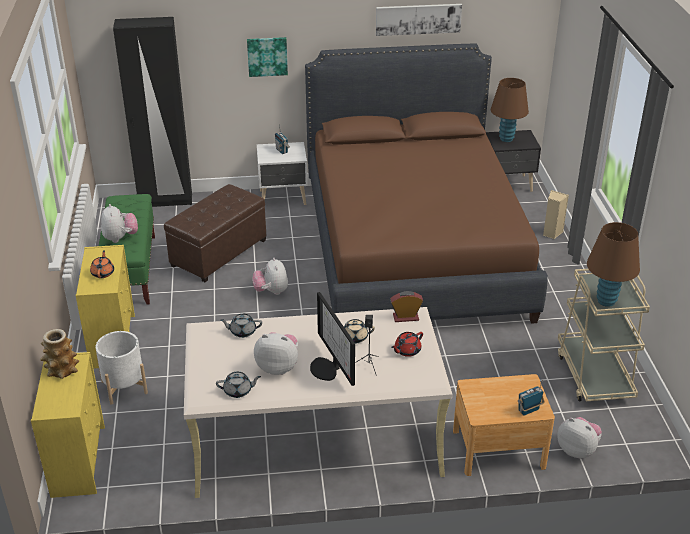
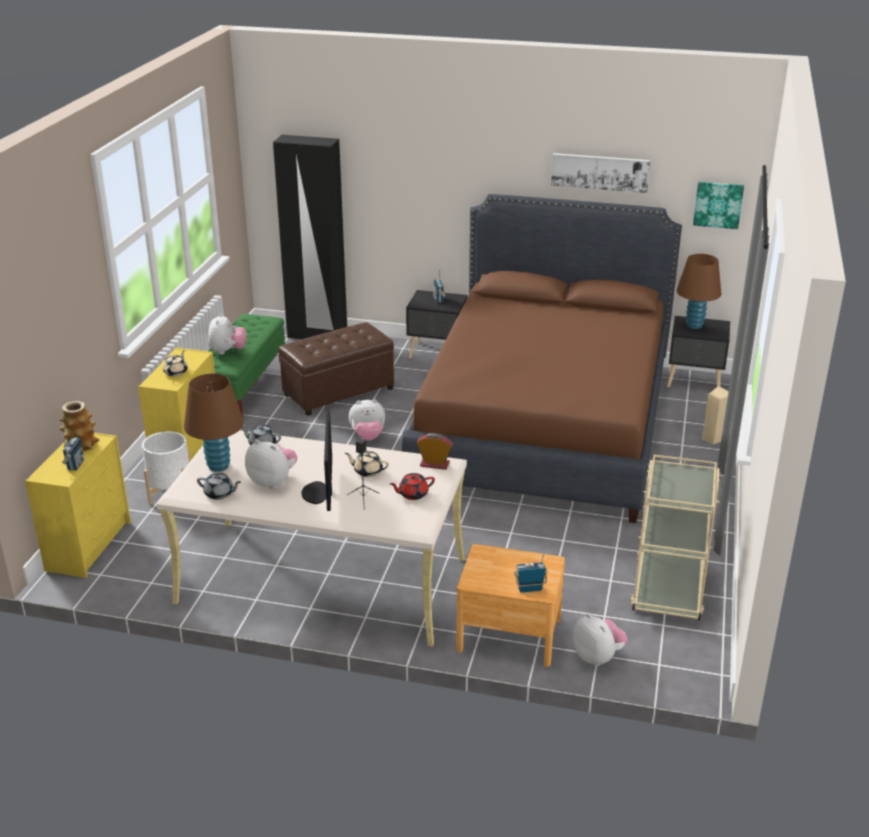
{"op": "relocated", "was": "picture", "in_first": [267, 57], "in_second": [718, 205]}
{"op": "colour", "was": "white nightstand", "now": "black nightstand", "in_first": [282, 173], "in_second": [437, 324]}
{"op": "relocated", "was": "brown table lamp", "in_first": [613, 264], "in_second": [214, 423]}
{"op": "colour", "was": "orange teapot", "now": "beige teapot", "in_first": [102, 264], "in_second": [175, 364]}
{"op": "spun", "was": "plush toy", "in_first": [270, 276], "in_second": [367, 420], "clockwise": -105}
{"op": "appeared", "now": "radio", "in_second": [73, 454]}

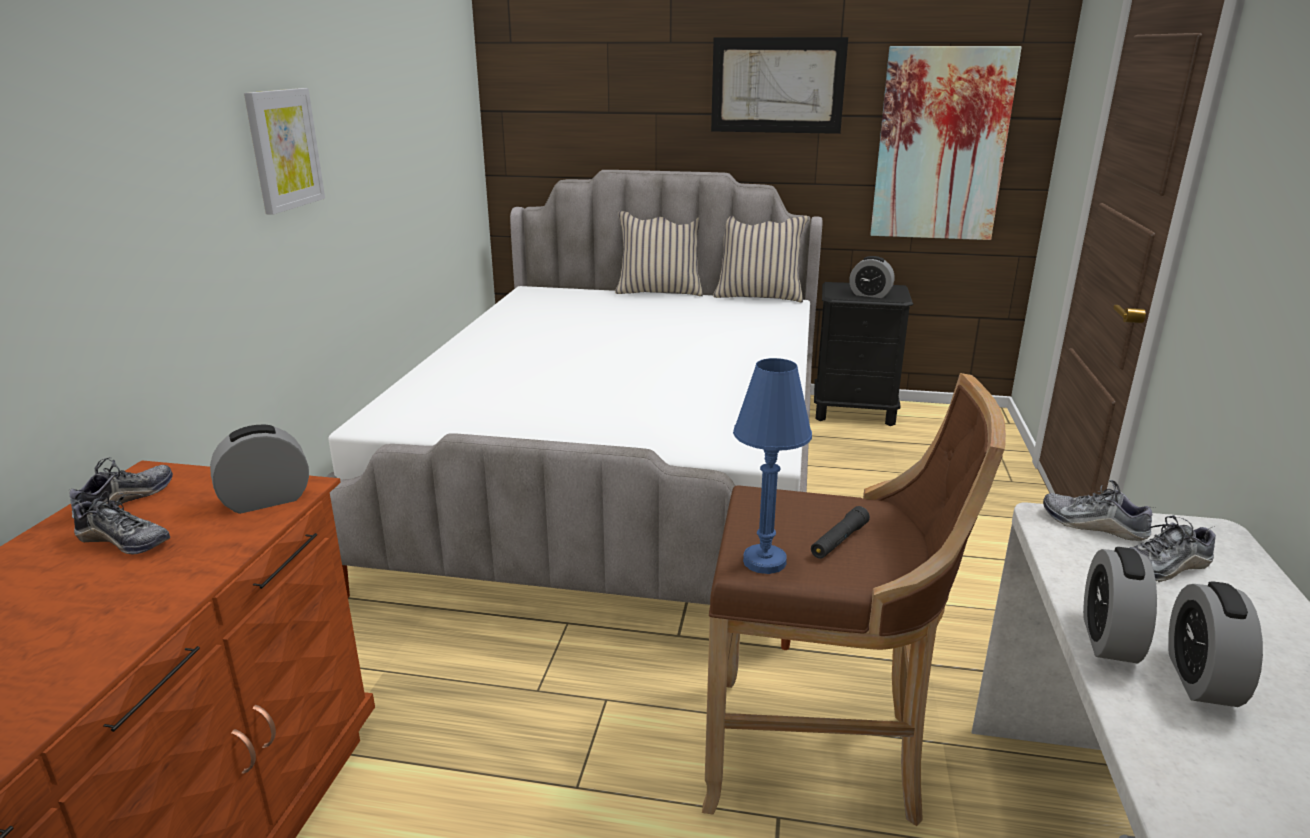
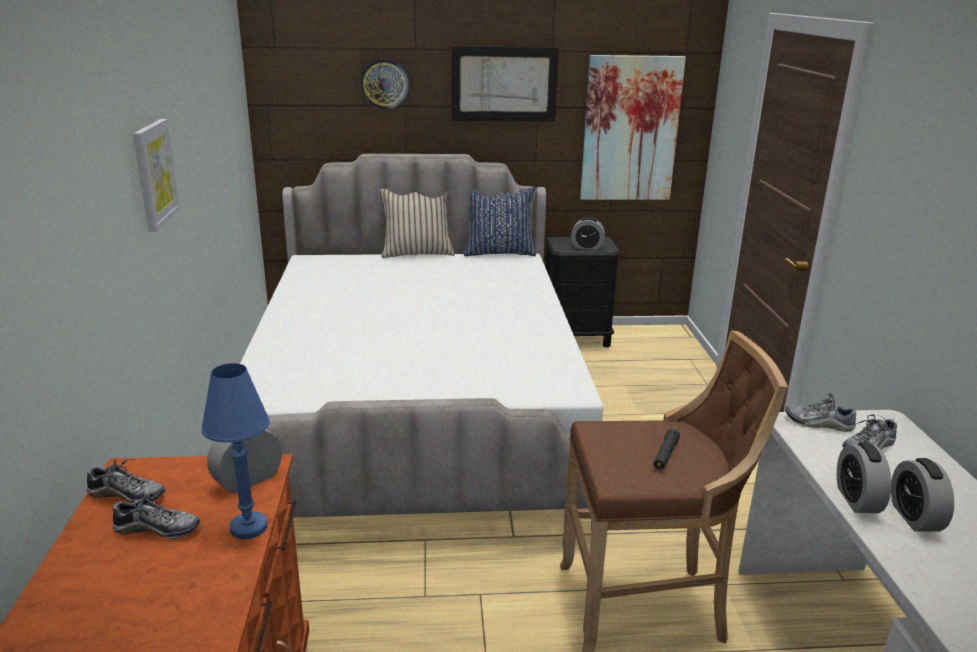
{"op": "colour", "was": "beige pillow", "now": "blue pillow", "in_first": [761, 259], "in_second": [500, 221]}
{"op": "relocated", "was": "blue table lamp", "in_first": [772, 466], "in_second": [235, 451]}
{"op": "spun", "was": "shoe", "in_first": [121, 488], "in_second": [125, 481], "clockwise": 90}
{"op": "appeared", "now": "wall clock", "in_second": [384, 84]}

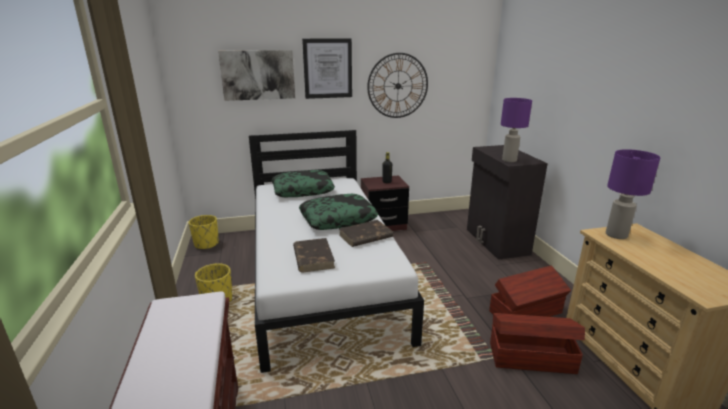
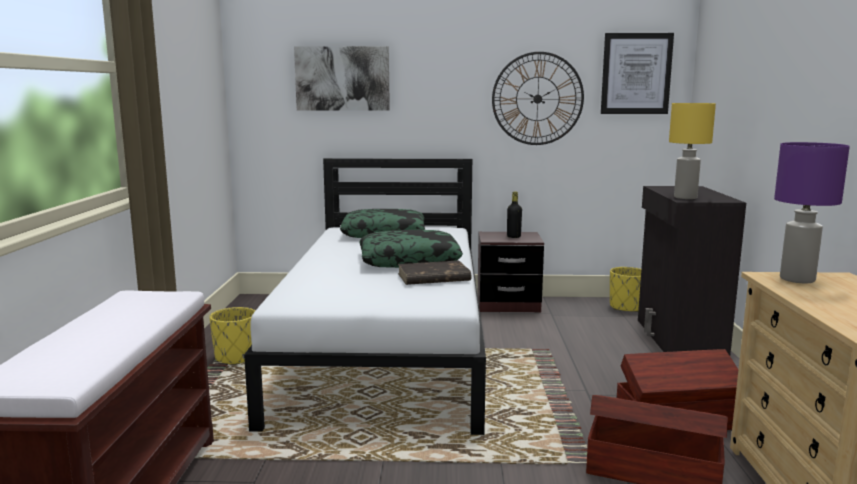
{"op": "relocated", "was": "picture", "in_first": [327, 68], "in_second": [637, 73]}
{"op": "colour", "was": "purple table lamp", "now": "yellow table lamp", "in_first": [516, 130], "in_second": [692, 151]}
{"op": "relocated", "was": "yellow planter", "in_first": [204, 232], "in_second": [625, 289]}
{"op": "missing", "was": "brown book", "in_first": [314, 255]}

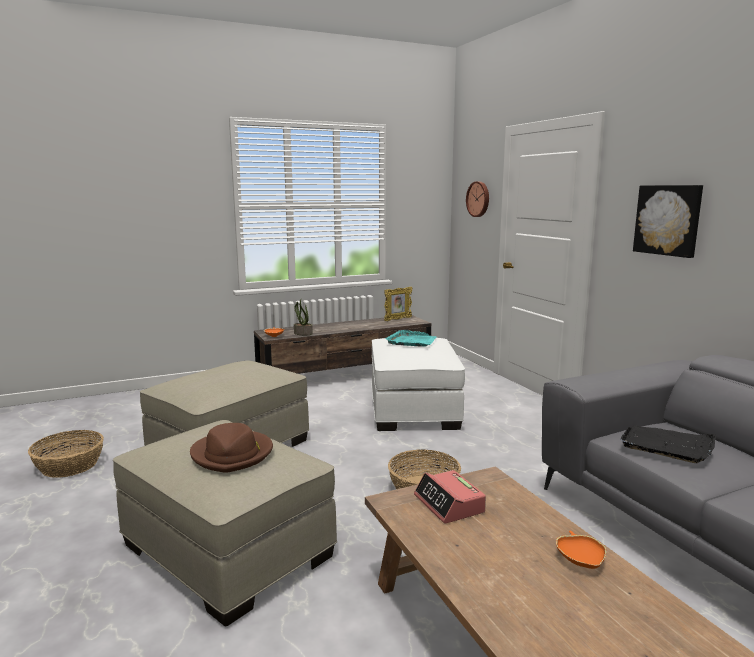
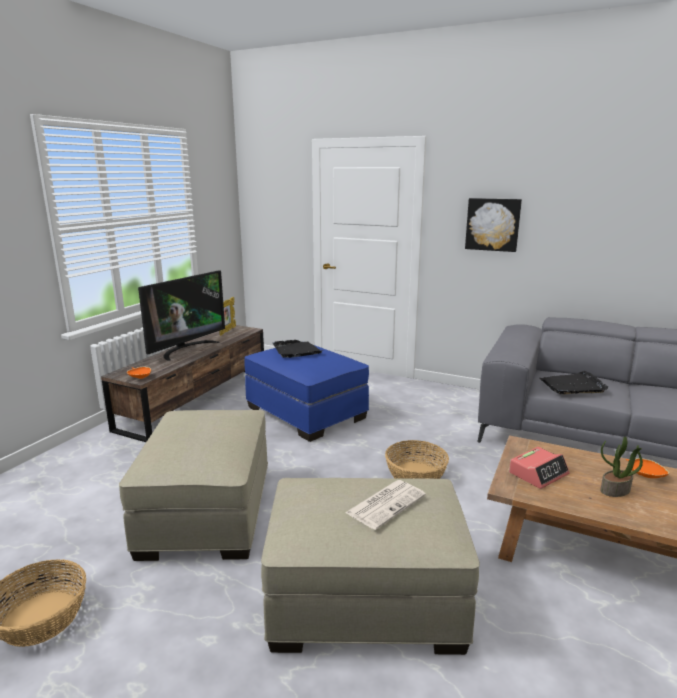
{"op": "missing", "was": "wall clock", "in_first": [477, 199]}
{"op": "relocated", "was": "potted plant", "in_first": [303, 317], "in_second": [621, 466]}
{"op": "colour", "was": "turquoise tray", "now": "black tray", "in_first": [411, 338], "in_second": [297, 349]}
{"op": "colour", "was": "white ottoman", "now": "blue ottoman", "in_first": [418, 384], "in_second": [306, 393]}
{"op": "exchanged", "was": "brown hat", "now": "newspaper", "in_first": [231, 448], "in_second": [385, 505]}
{"op": "spun", "was": "alarm clock", "in_first": [450, 497], "in_second": [539, 468], "clockwise": -60}
{"op": "appeared", "now": "television", "in_second": [181, 315]}

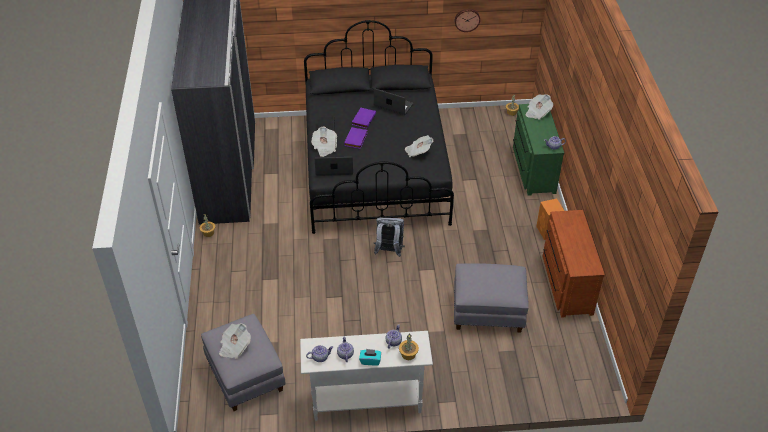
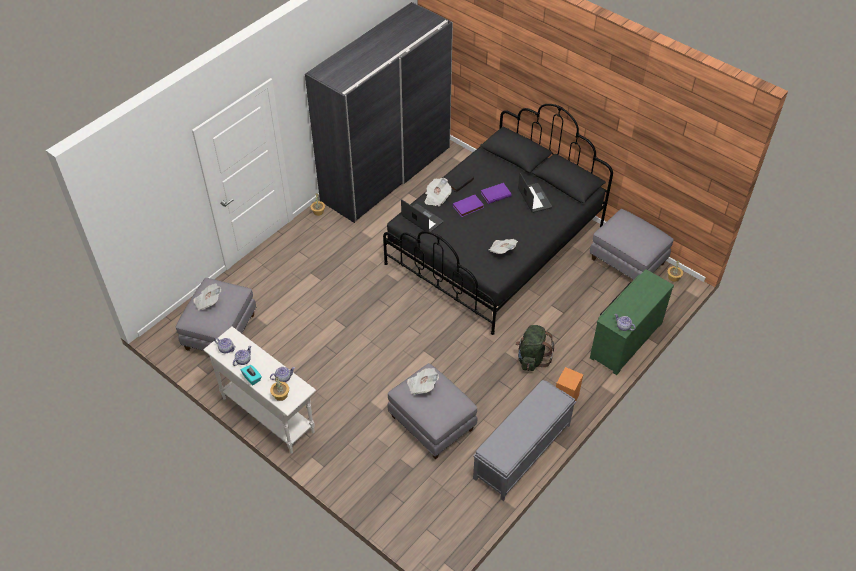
{"op": "missing", "was": "wall clock", "in_first": [467, 20]}
{"op": "relocated", "was": "newspaper", "in_first": [539, 107], "in_second": [423, 381]}
{"op": "exchanged", "was": "brown dresser", "now": "grey bench", "in_first": [573, 263], "in_second": [524, 440]}
{"op": "missing", "was": "grey backpack", "in_first": [389, 237]}
{"op": "appeared", "now": "grey ottoman", "in_second": [632, 244]}
{"op": "appeared", "now": "green backpack", "in_second": [535, 348]}

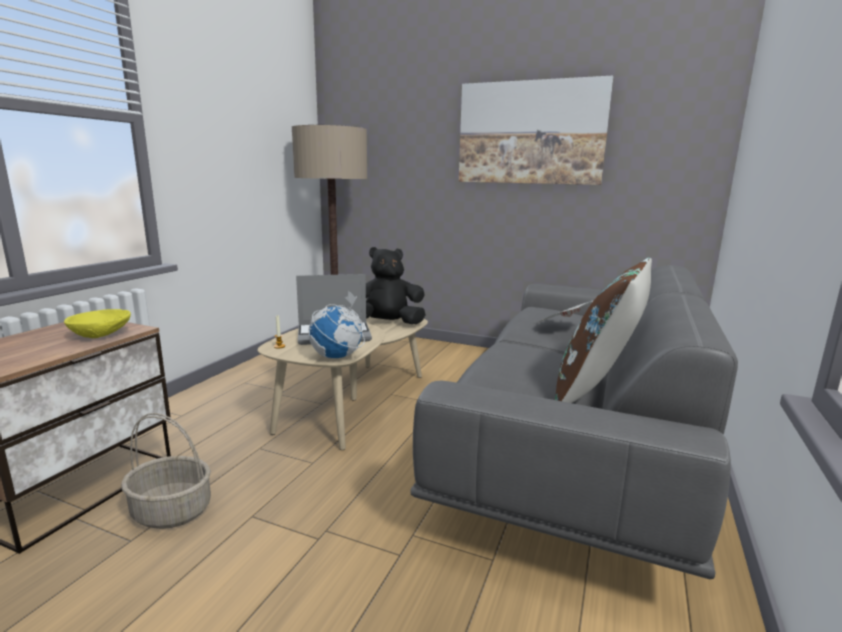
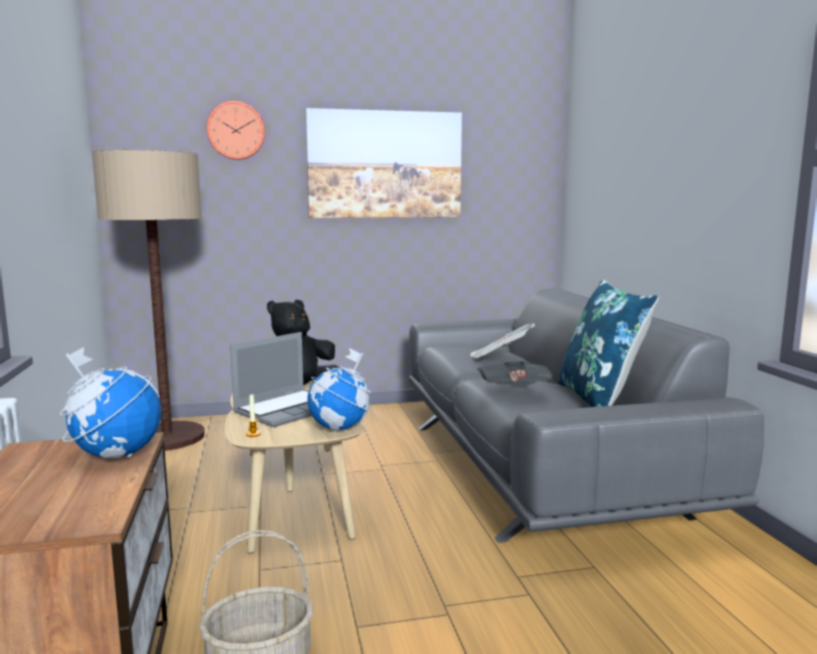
{"op": "colour", "was": "brown pillow", "now": "blue pillow", "in_first": [603, 330], "in_second": [608, 343]}
{"op": "exchanged", "was": "yellow bowl", "now": "globe", "in_first": [97, 323], "in_second": [110, 402]}
{"op": "appeared", "now": "wall clock", "in_second": [236, 130]}
{"op": "appeared", "now": "newspaper", "in_second": [515, 373]}

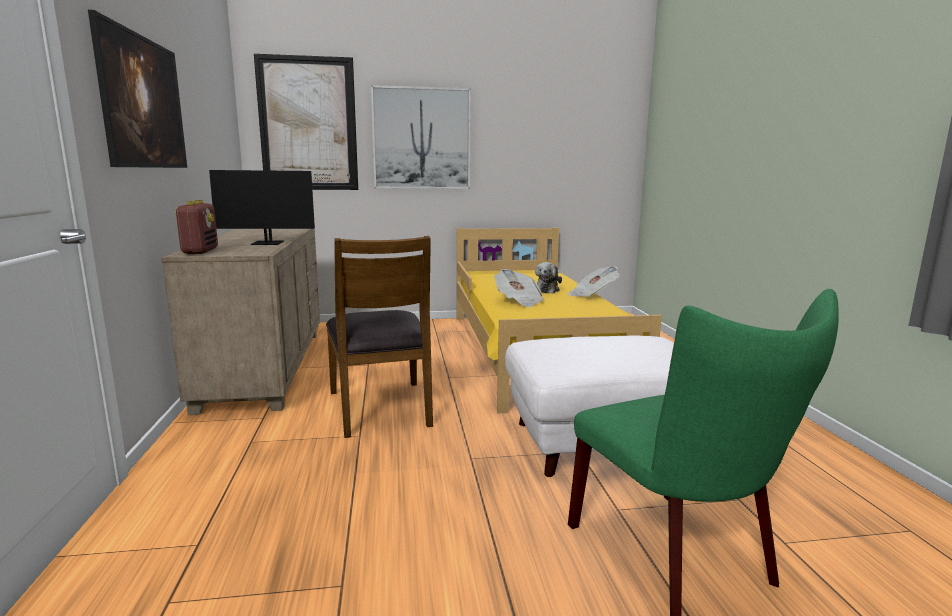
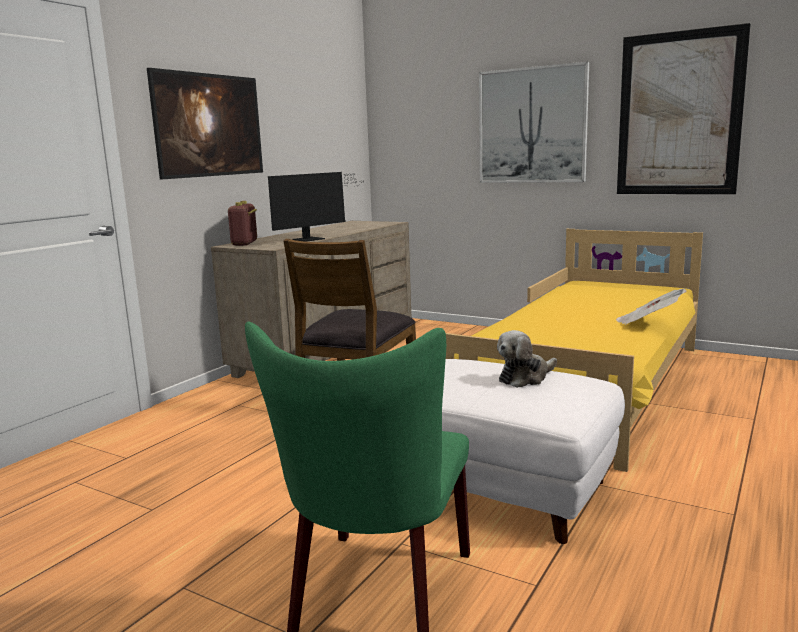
{"op": "relocated", "was": "picture", "in_first": [306, 122], "in_second": [684, 108]}
{"op": "spun", "was": "monitor", "in_first": [275, 207], "in_second": [315, 207], "clockwise": -75}
{"op": "spun", "was": "radio", "in_first": [196, 227], "in_second": [242, 223], "clockwise": 150}
{"op": "relocated", "was": "plush toy", "in_first": [548, 277], "in_second": [527, 359]}
{"op": "missing", "was": "newspaper", "in_first": [519, 288]}

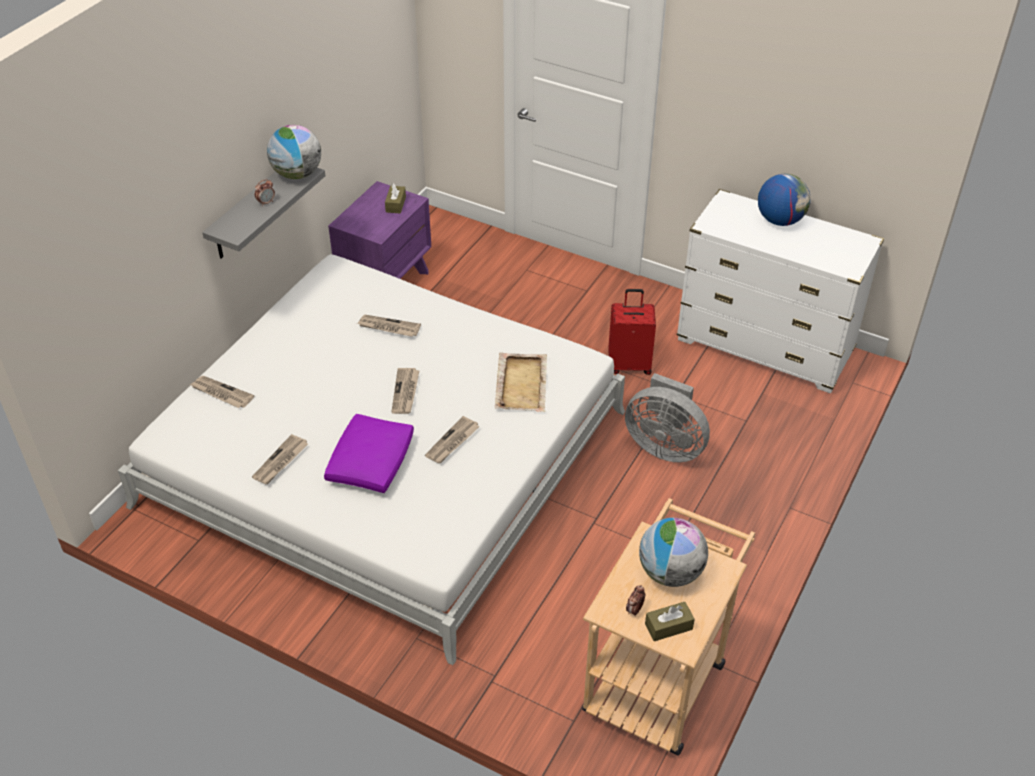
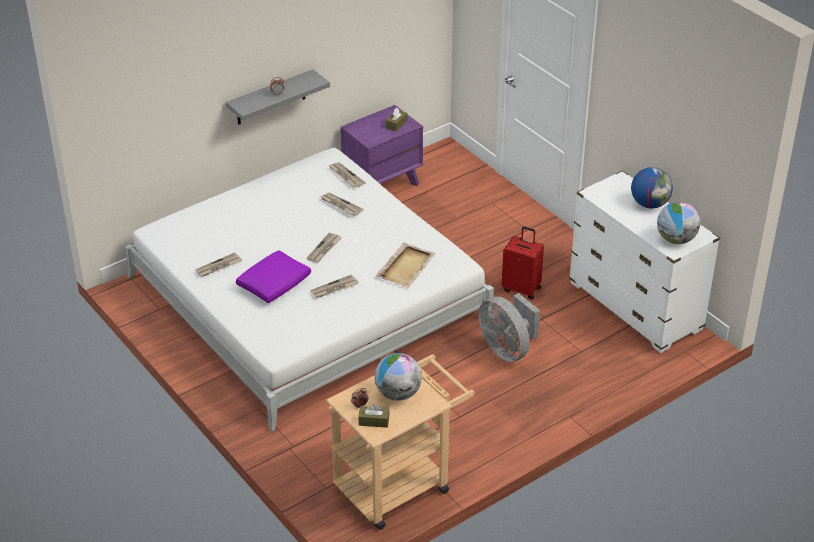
{"op": "relocated", "was": "globe", "in_first": [294, 152], "in_second": [678, 223]}
{"op": "relocated", "was": "newspaper", "in_first": [222, 392], "in_second": [347, 175]}

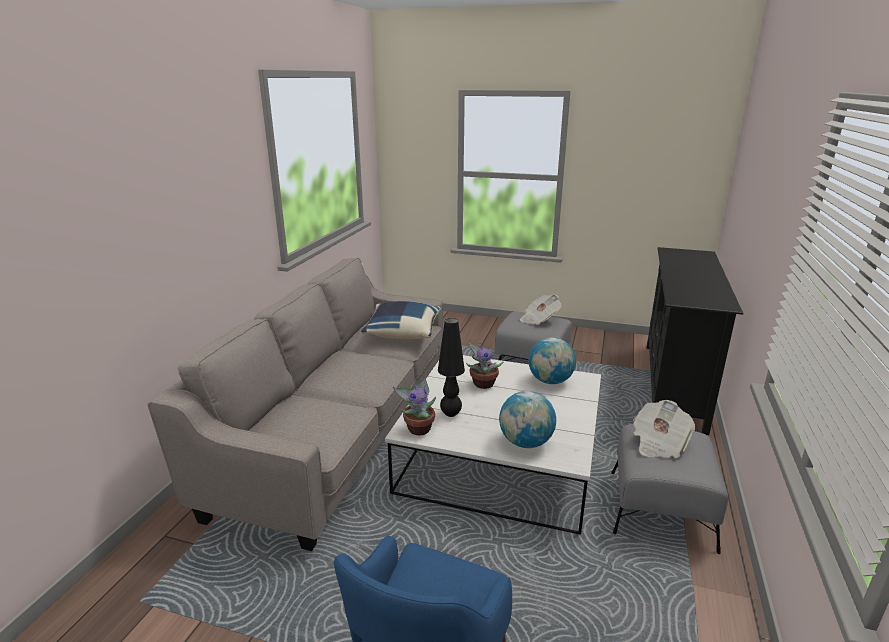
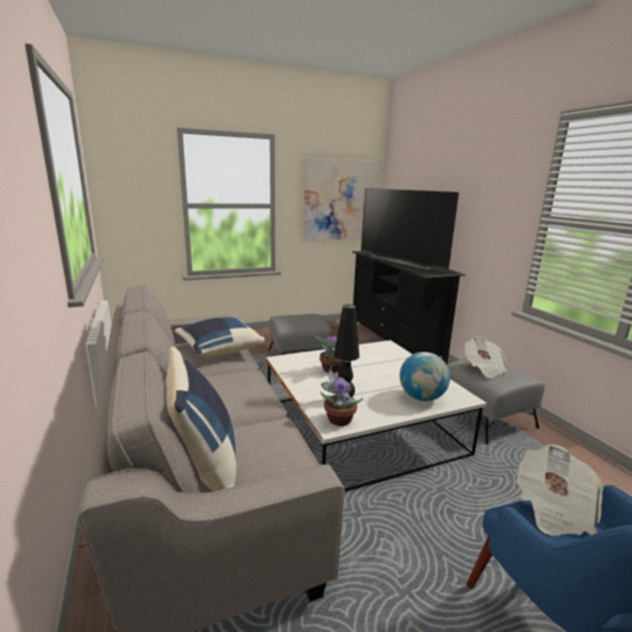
{"op": "relocated", "was": "newspaper", "in_first": [541, 309], "in_second": [559, 490]}
{"op": "missing", "was": "globe", "in_first": [552, 360]}
{"op": "appeared", "now": "picture", "in_second": [341, 199]}
{"op": "appeared", "now": "television", "in_second": [410, 229]}
{"op": "appeared", "now": "blue pillow", "in_second": [201, 419]}

